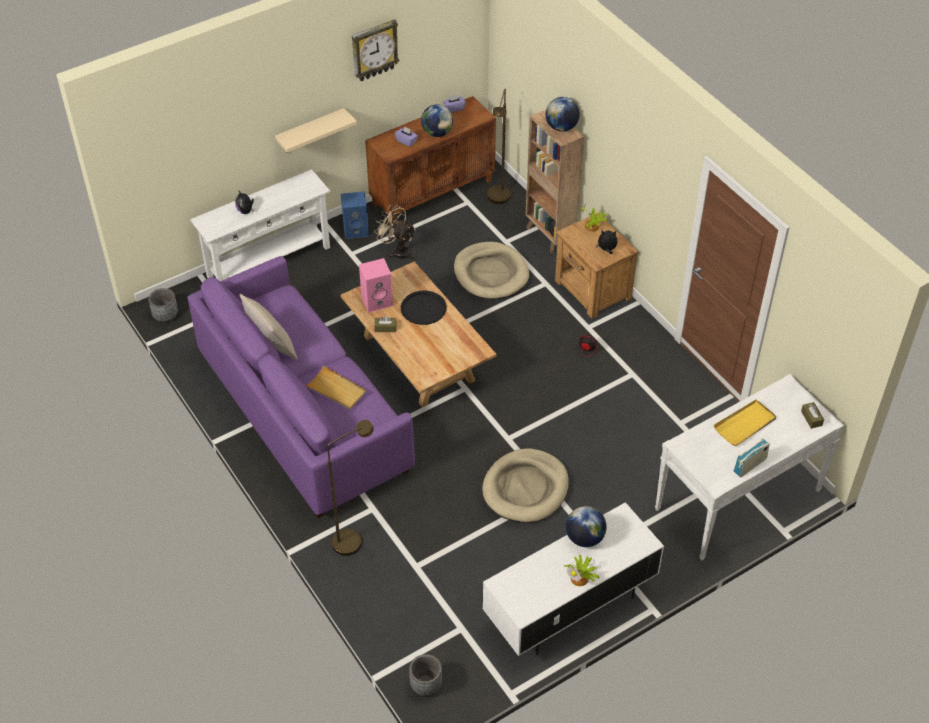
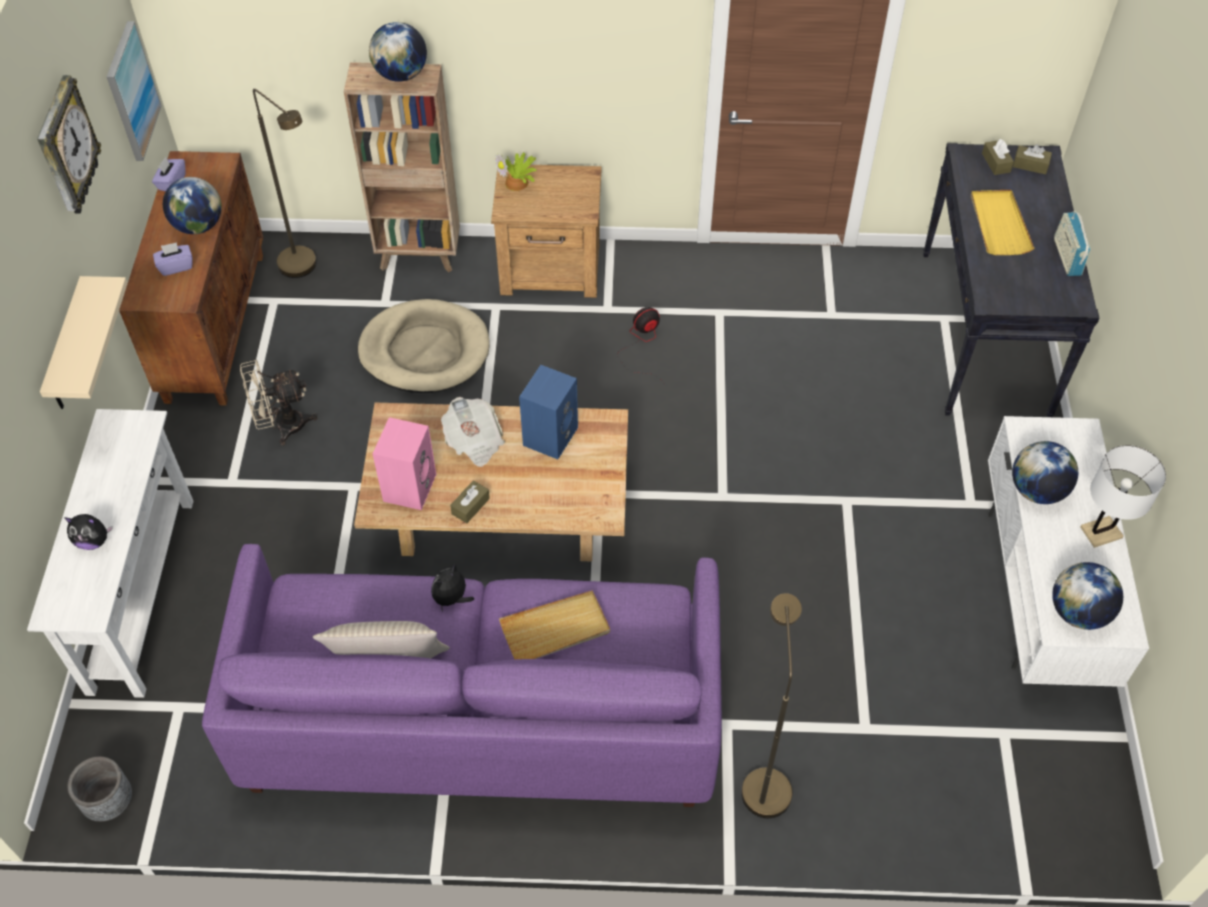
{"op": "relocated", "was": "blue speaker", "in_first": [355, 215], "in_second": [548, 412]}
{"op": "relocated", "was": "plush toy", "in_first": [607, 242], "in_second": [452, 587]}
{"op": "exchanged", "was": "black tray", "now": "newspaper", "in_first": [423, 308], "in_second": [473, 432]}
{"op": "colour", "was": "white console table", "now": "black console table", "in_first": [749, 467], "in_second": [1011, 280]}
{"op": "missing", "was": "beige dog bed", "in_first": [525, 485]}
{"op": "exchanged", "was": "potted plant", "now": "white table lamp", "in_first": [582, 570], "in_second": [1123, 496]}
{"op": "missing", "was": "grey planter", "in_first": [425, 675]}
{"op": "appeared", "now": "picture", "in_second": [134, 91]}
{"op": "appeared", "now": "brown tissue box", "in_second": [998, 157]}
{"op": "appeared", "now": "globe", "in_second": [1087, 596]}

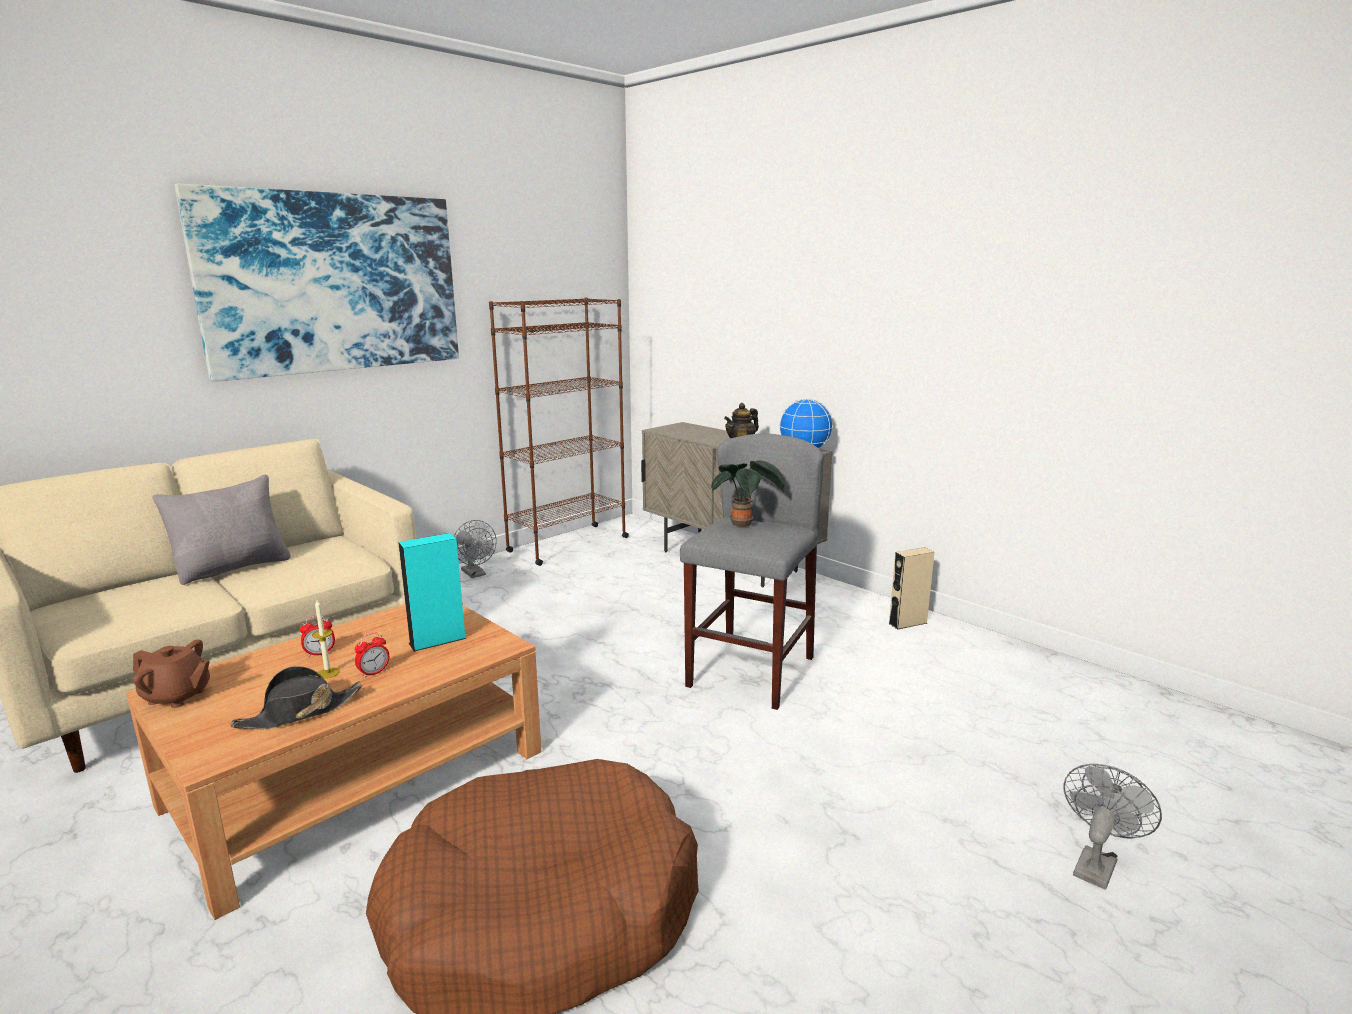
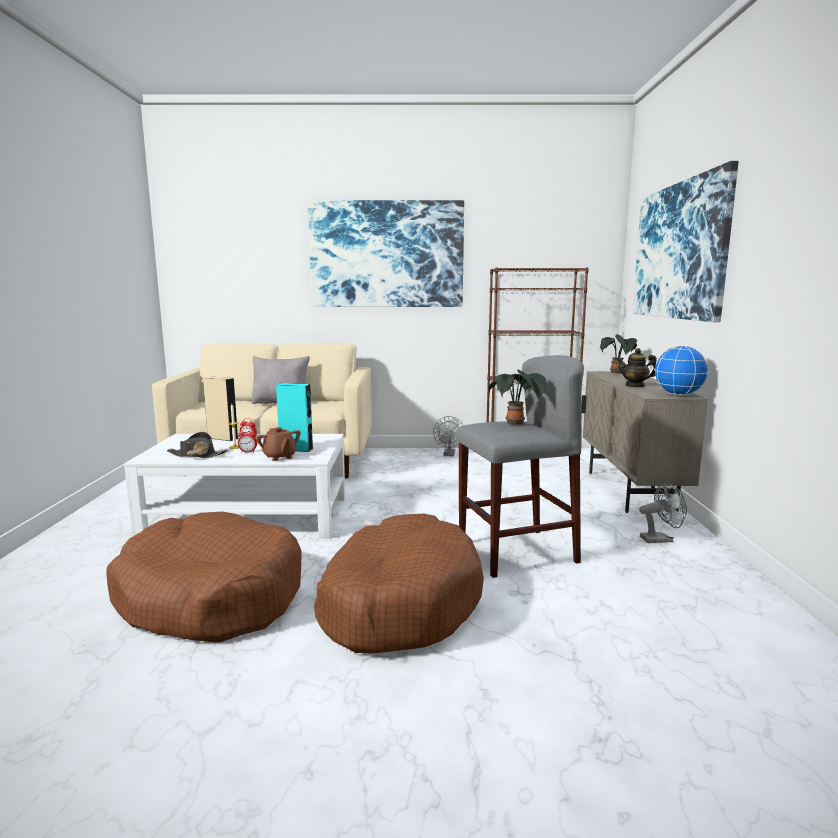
{"op": "relocated", "was": "beige speaker", "in_first": [911, 588], "in_second": [221, 408]}
{"op": "colour", "was": "brown coffee table", "now": "white coffee table", "in_first": [333, 762], "in_second": [234, 486]}
{"op": "relocated", "was": "brown teapot", "in_first": [171, 674], "in_second": [278, 444]}
{"op": "relocated", "was": "grey fan", "in_first": [1113, 826], "in_second": [663, 512]}
{"op": "appeared", "now": "picture", "in_second": [685, 241]}
{"op": "appeared", "now": "potted plant", "in_second": [618, 353]}
{"op": "appeared", "now": "brown dog bed", "in_second": [399, 583]}

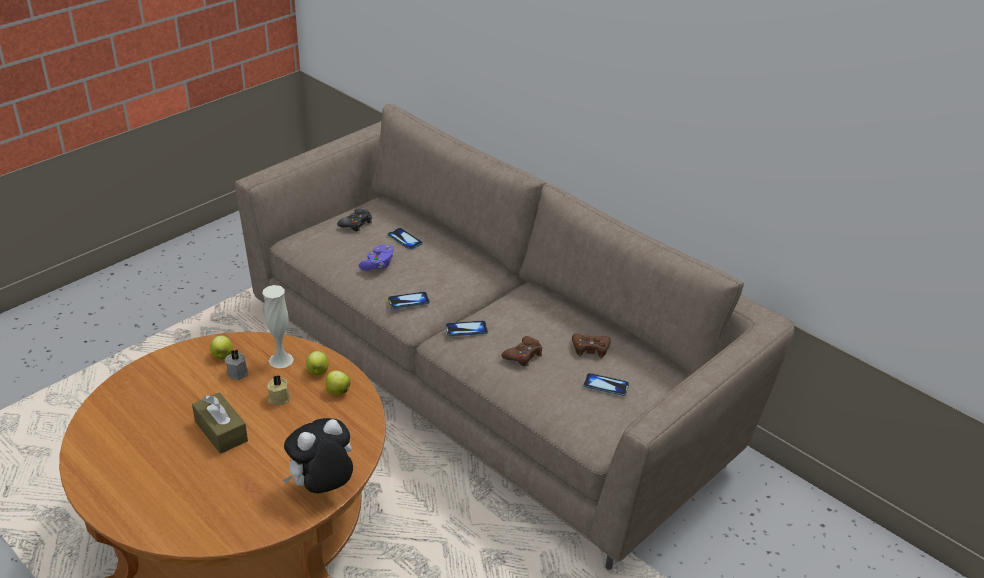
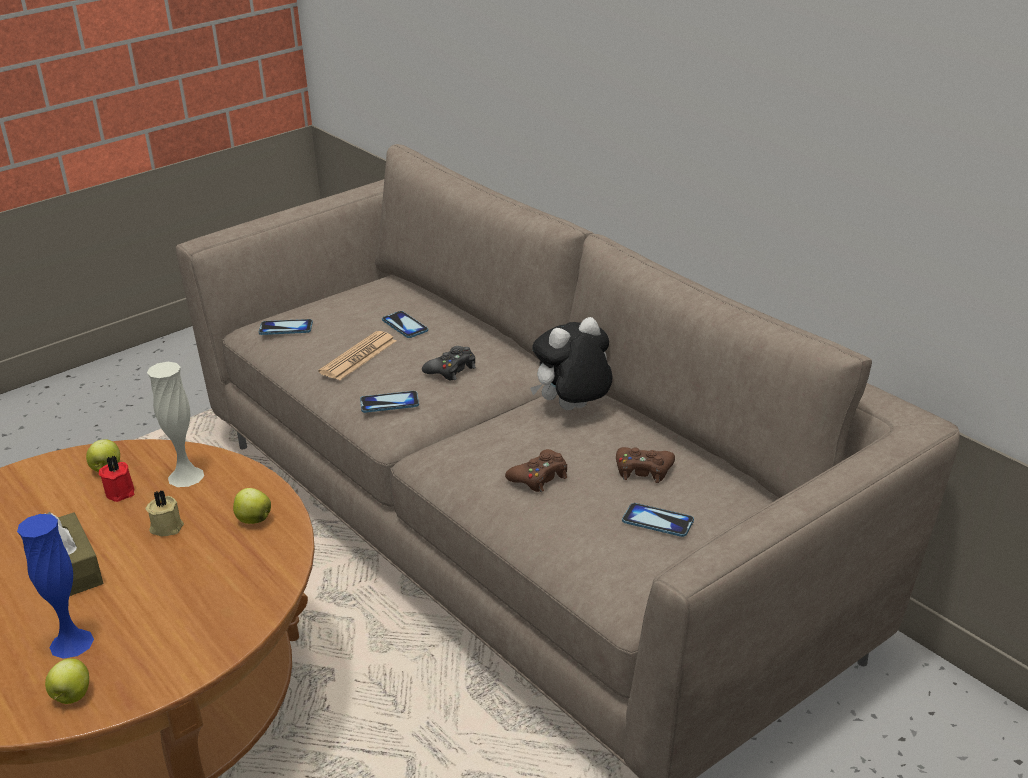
{"op": "relocated", "was": "black game controller", "in_first": [354, 219], "in_second": [449, 363]}
{"op": "exchanged", "was": "purple game controller", "now": "newspaper", "in_first": [376, 258], "in_second": [357, 355]}
{"op": "relocated", "was": "phone", "in_first": [466, 328], "in_second": [286, 327]}
{"op": "colour", "was": "grey candle", "now": "red candle", "in_first": [236, 365], "in_second": [116, 479]}
{"op": "relocated", "was": "apple", "in_first": [317, 363], "in_second": [67, 681]}
{"op": "relocated", "was": "plush toy", "in_first": [318, 455], "in_second": [571, 363]}
{"op": "appeared", "now": "blue vase", "in_second": [55, 586]}

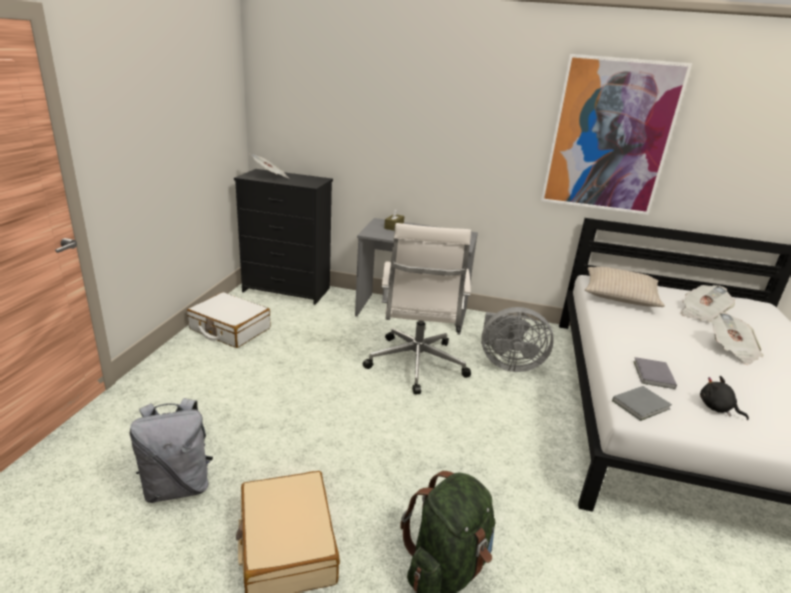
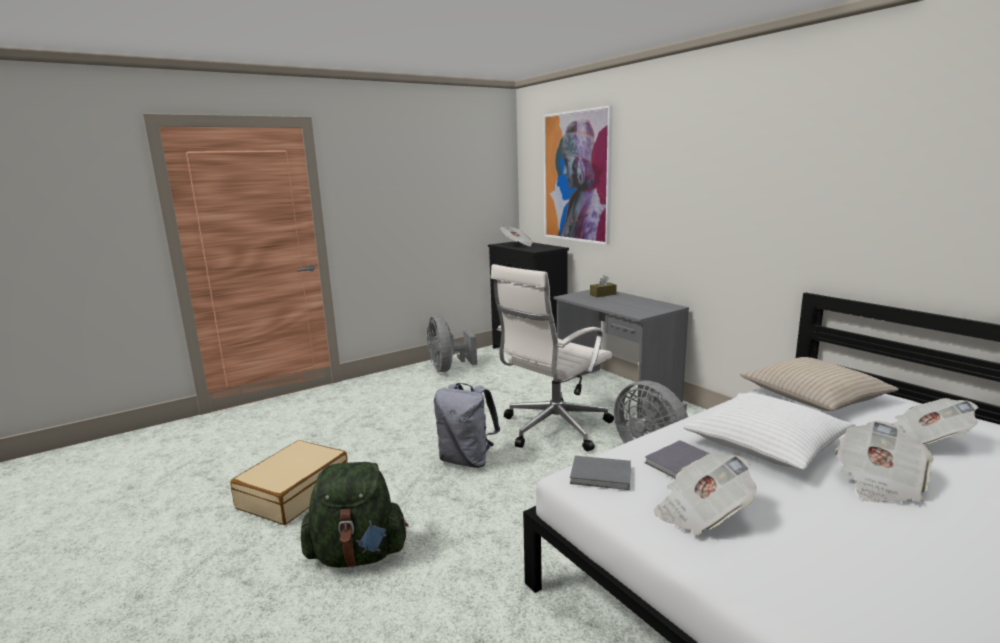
{"op": "relocated", "was": "picture", "in_first": [616, 134], "in_second": [578, 175]}
{"op": "exchanged", "was": "white suitcase", "now": "grey fan", "in_first": [229, 320], "in_second": [452, 343]}
{"op": "exchanged", "was": "black plush toy", "now": "newspaper", "in_first": [724, 398], "in_second": [705, 494]}
{"op": "relocated", "was": "grey backpack", "in_first": [171, 450], "in_second": [467, 425]}
{"op": "appeared", "now": "white pillow", "in_second": [769, 431]}

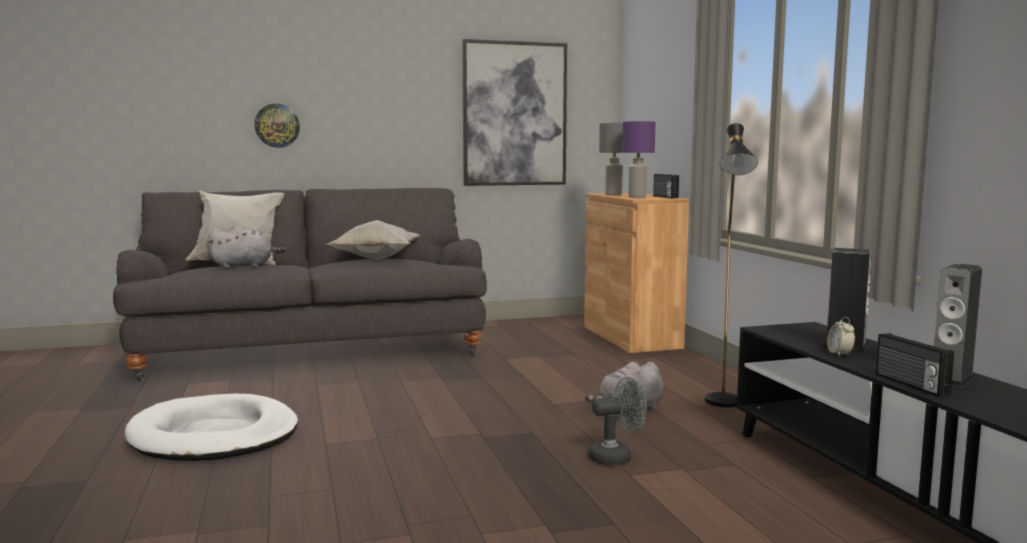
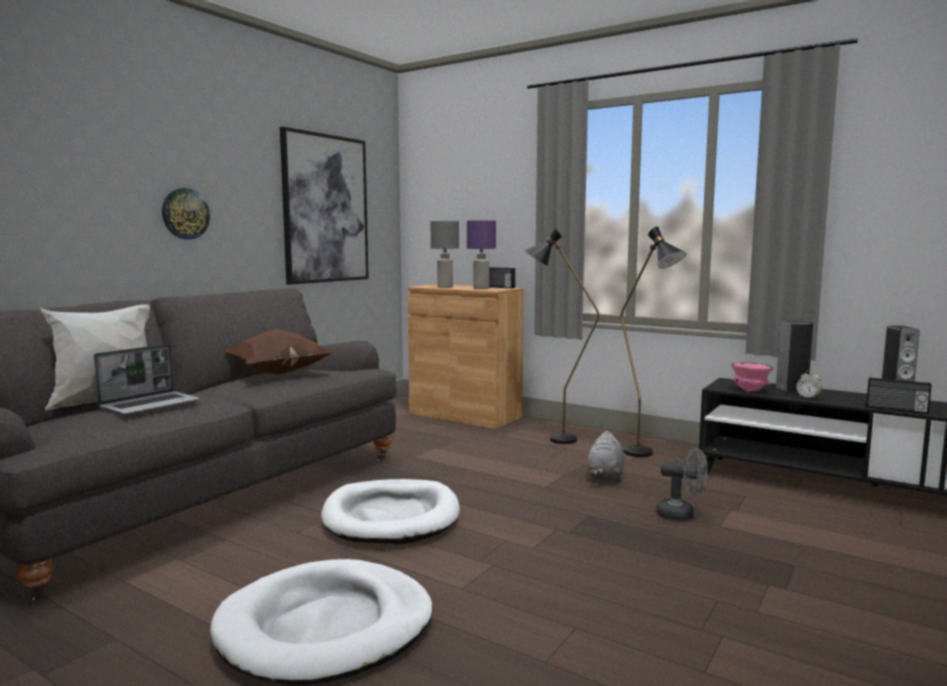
{"op": "relocated", "was": "wall clock", "in_first": [277, 126], "in_second": [186, 213]}
{"op": "colour", "was": "white pillow", "now": "brown pillow", "in_first": [373, 240], "in_second": [278, 351]}
{"op": "exchanged", "was": "grey plush toy", "now": "laptop", "in_first": [246, 246], "in_second": [147, 380]}
{"op": "spun", "was": "grey fan", "in_first": [618, 421], "in_second": [682, 484], "clockwise": 75}
{"op": "appeared", "now": "black floor lamp", "in_second": [561, 336]}
{"op": "appeared", "now": "pink bowl", "in_second": [752, 377]}
{"op": "appeared", "now": "white dog bed", "in_second": [390, 511]}

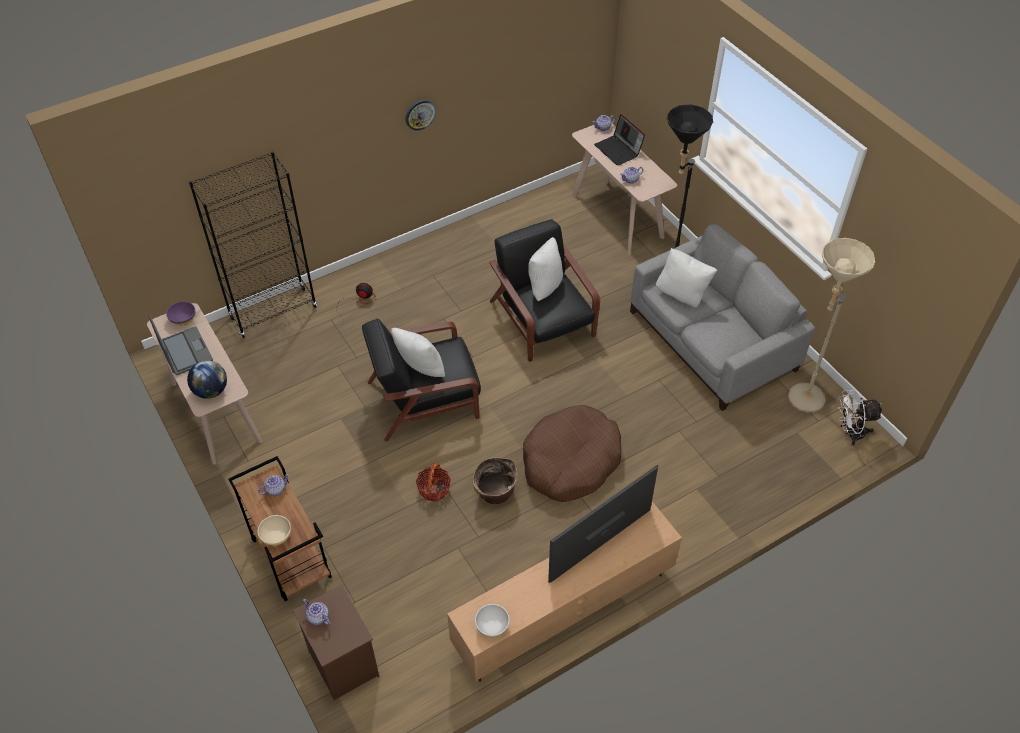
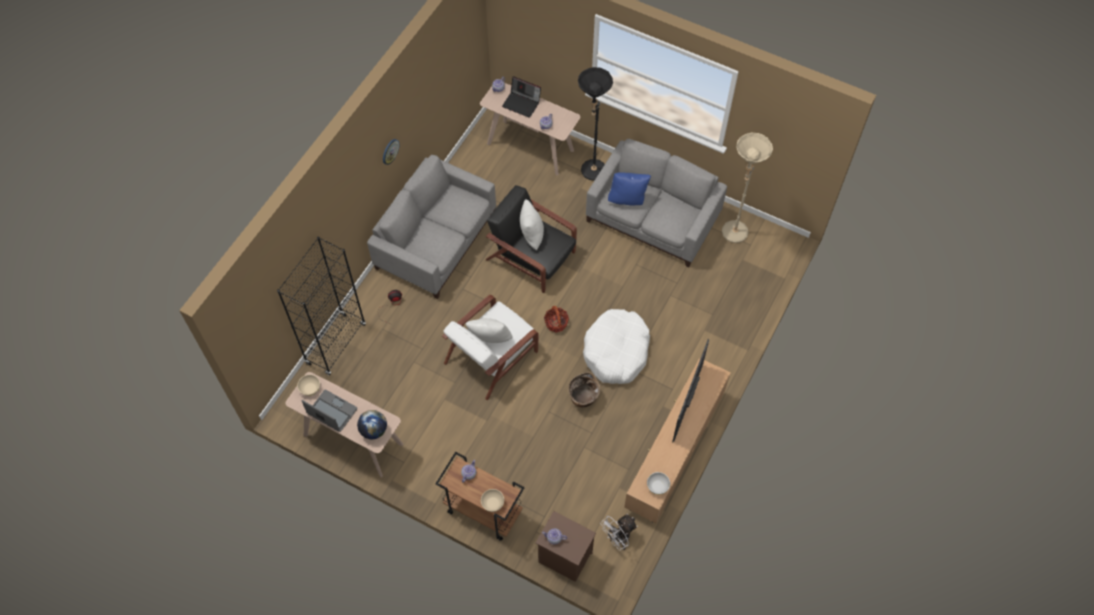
{"op": "colour", "was": "white pillow", "now": "blue pillow", "in_first": [686, 278], "in_second": [629, 188]}
{"op": "colour", "was": "purple bowl", "now": "beige bowl", "in_first": [180, 313], "in_second": [308, 385]}
{"op": "colour", "was": "black armchair", "now": "white armchair", "in_first": [421, 380], "in_second": [490, 347]}
{"op": "relocated", "was": "white fan", "in_first": [859, 418], "in_second": [618, 532]}
{"op": "colour", "was": "brown dog bed", "now": "white dog bed", "in_first": [572, 453], "in_second": [616, 346]}
{"op": "relocated", "was": "basket", "in_first": [433, 482], "in_second": [556, 319]}
{"op": "appeared", "now": "grey sofa", "in_second": [431, 227]}

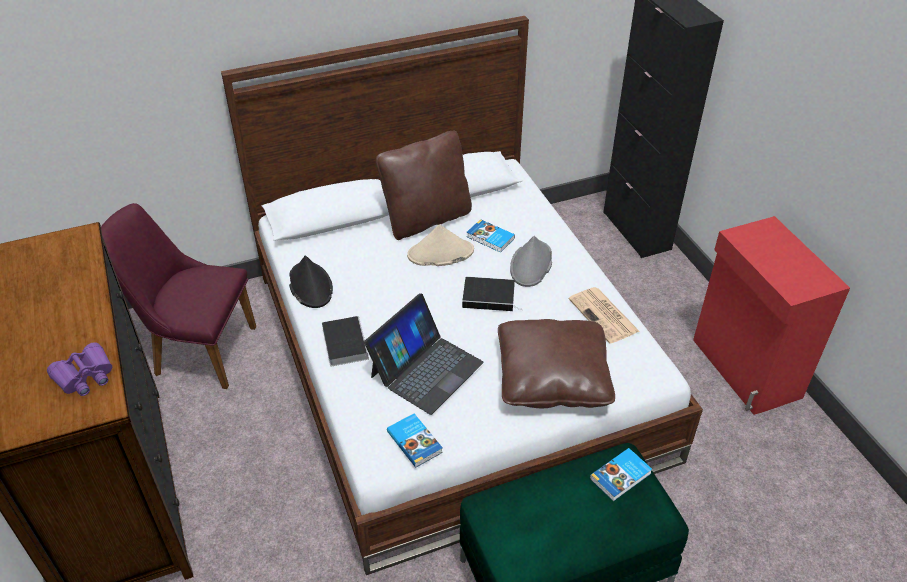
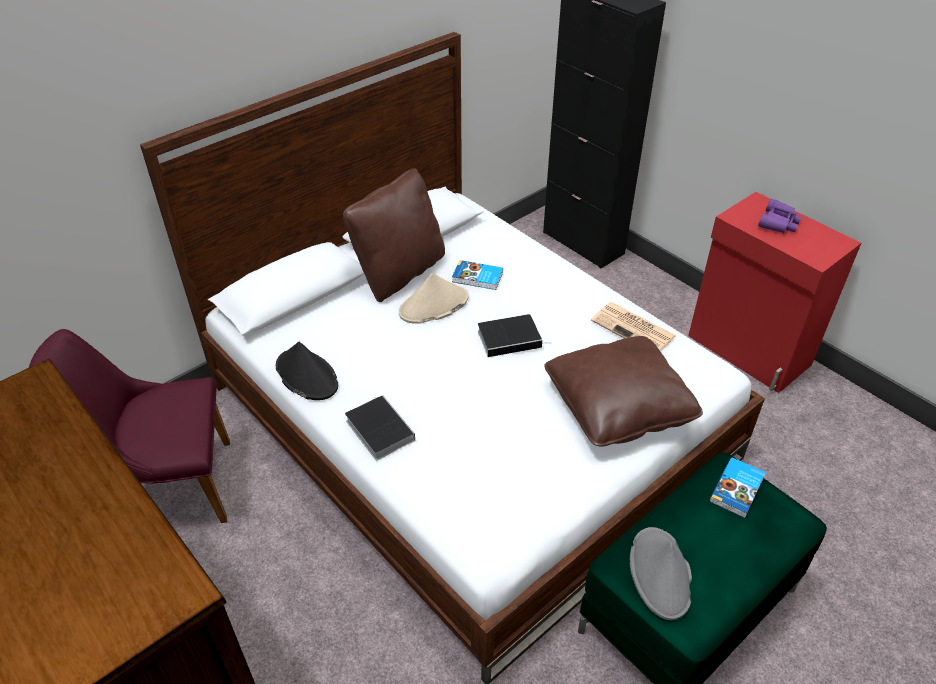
{"op": "relocated", "was": "grey hat", "in_first": [531, 261], "in_second": [661, 573]}
{"op": "missing", "was": "laptop", "in_first": [424, 354]}
{"op": "relocated", "was": "purple binoculars", "in_first": [79, 369], "in_second": [780, 216]}
{"op": "missing", "was": "book", "in_first": [415, 440]}

